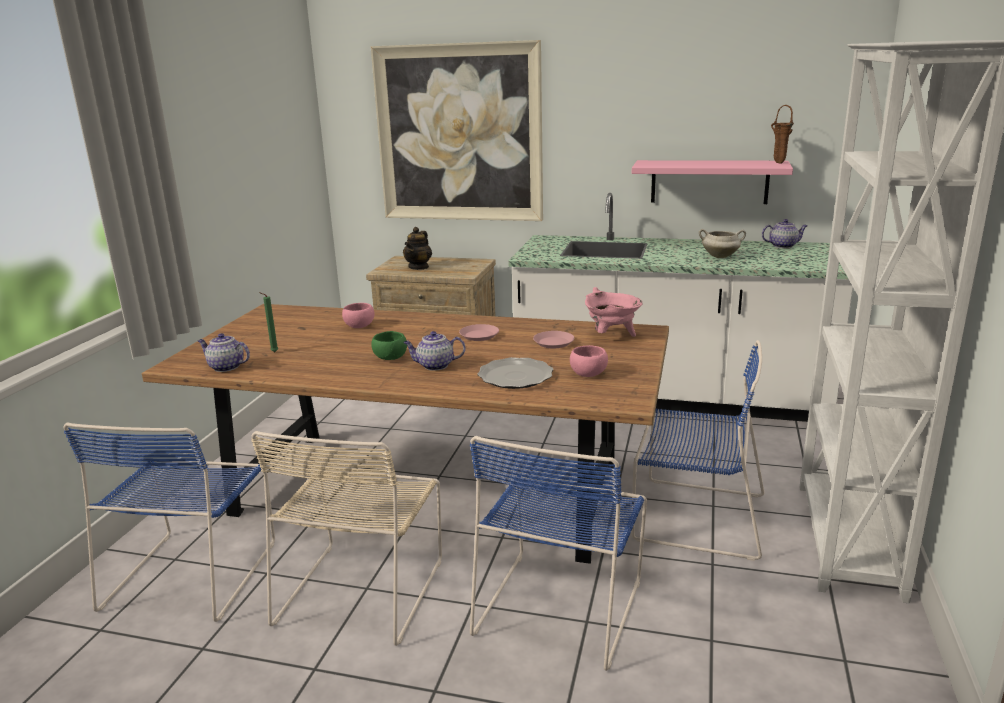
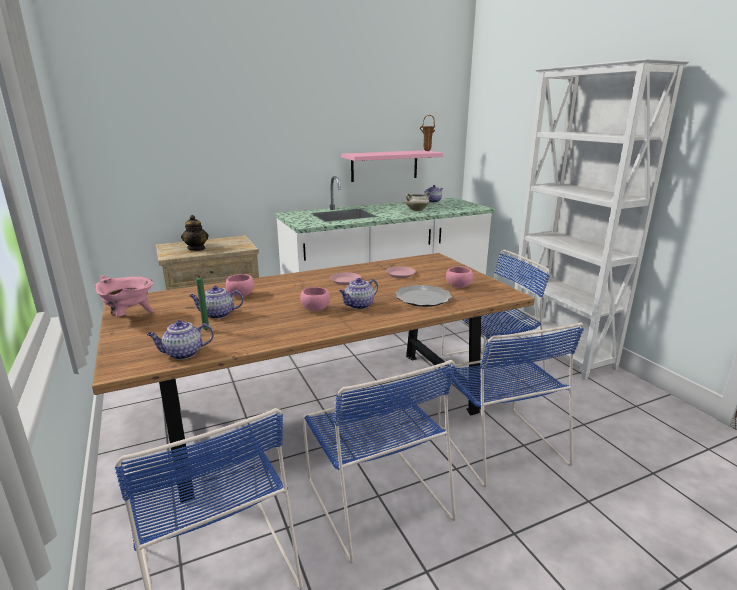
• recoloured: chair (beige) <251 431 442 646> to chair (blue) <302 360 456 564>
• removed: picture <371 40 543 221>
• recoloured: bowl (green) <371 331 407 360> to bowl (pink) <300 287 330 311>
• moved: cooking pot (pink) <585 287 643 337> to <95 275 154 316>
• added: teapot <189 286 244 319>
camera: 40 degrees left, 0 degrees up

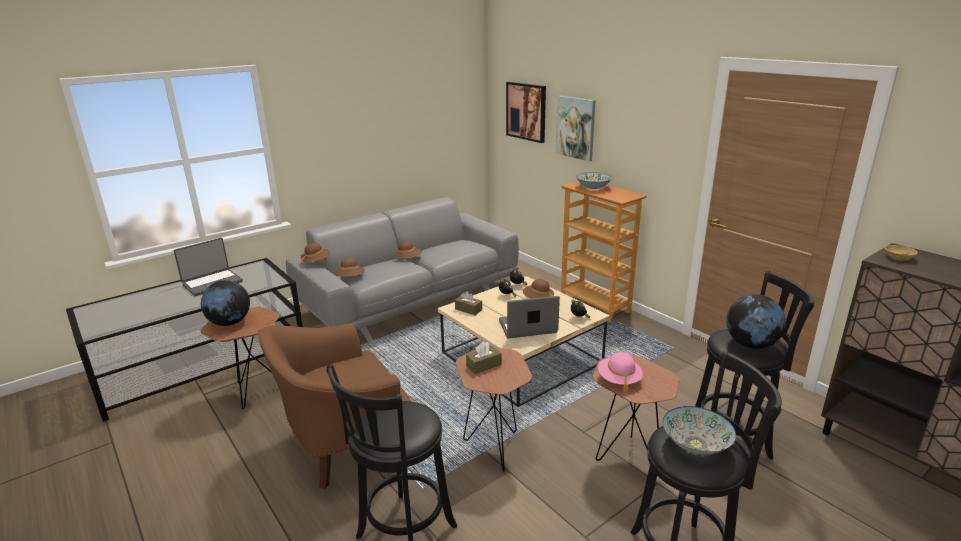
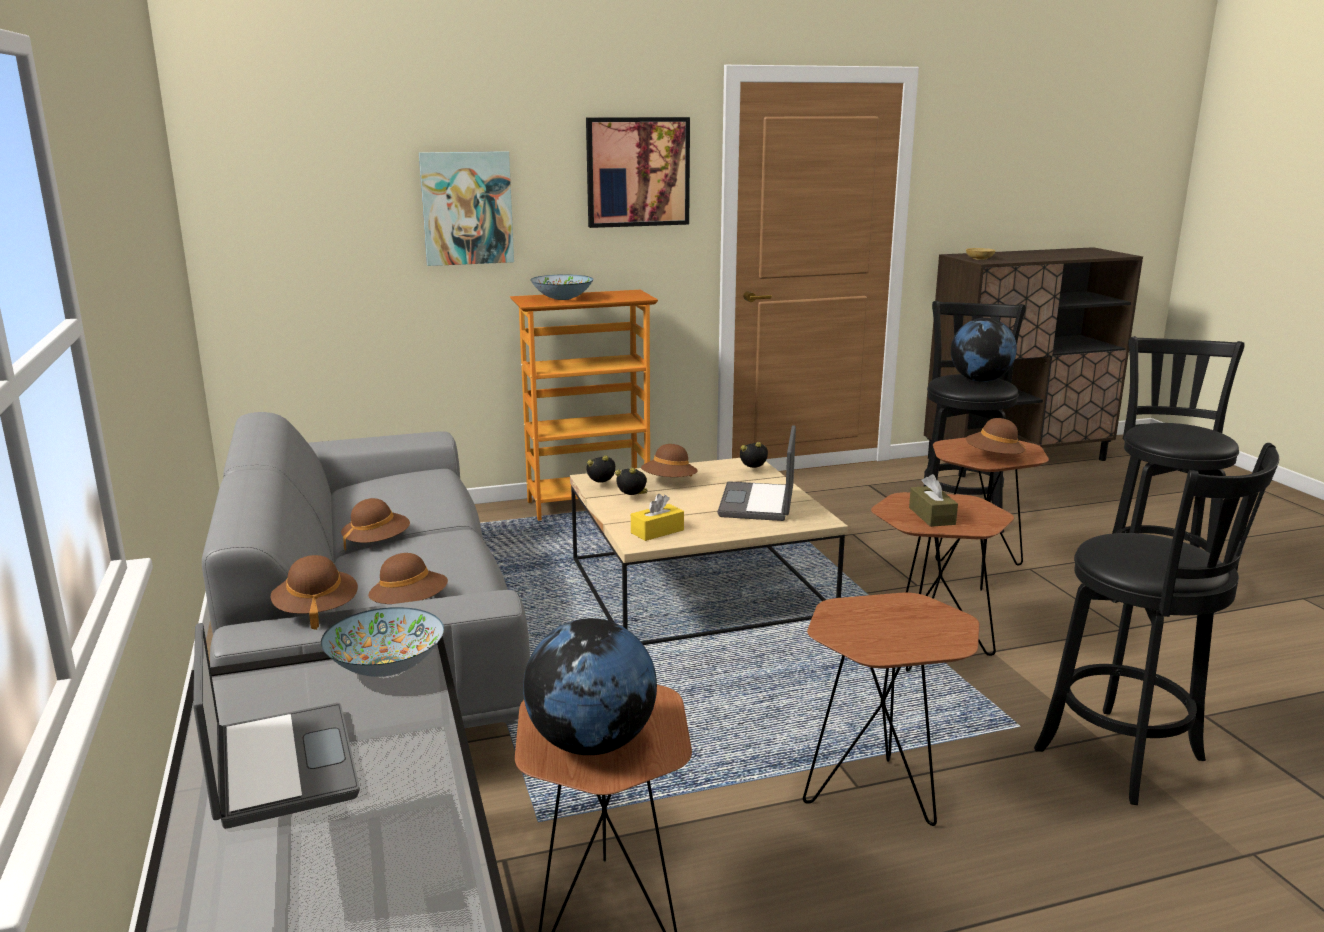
• replaced: armchair (brown) <258 323 411 489> to side table (brown) <803 593 980 826>
• recoloured: tissue box (brown) <455 291 482 315> to tissue box (yellow) <631 494 684 541>
• moved: picture <506 82 546 143> to <586 117 690 228>
• recoloured: hat (pink) <598 352 643 393> to hat (brown) <966 418 1026 461>
• moved: bowl <663 406 736 455> to <321 607 444 677>
camera: 70 degrees left, 5 degrees down

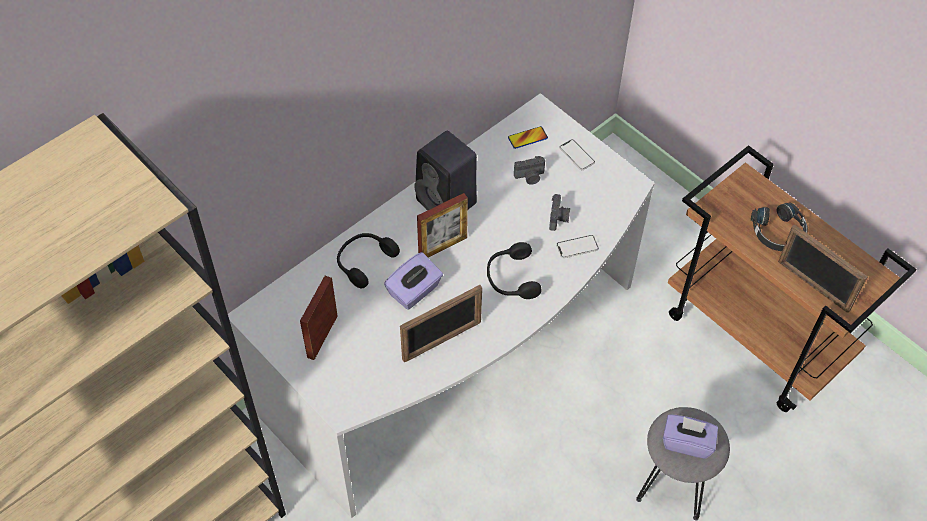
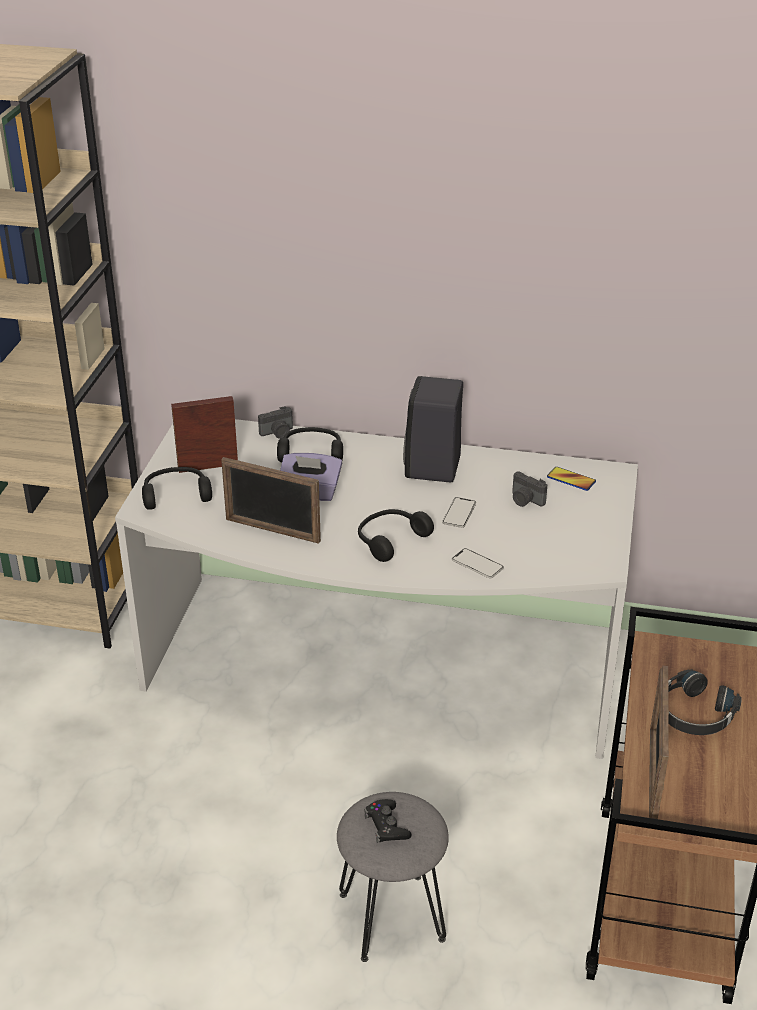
• removed: picture frame <417 193 468 257>
• moved: photo camera <549 194 570 231> to <258 406 293 439>
• moved: phone <559 139 595 170> to <442 497 476 528>
• replaced: tissue box (purple) <663 414 718 459> to game controller (black) <364 799 411 843>
• added: headphones (black) <142 467 212 510>
camera: 55 degrees right, 20 degrees down

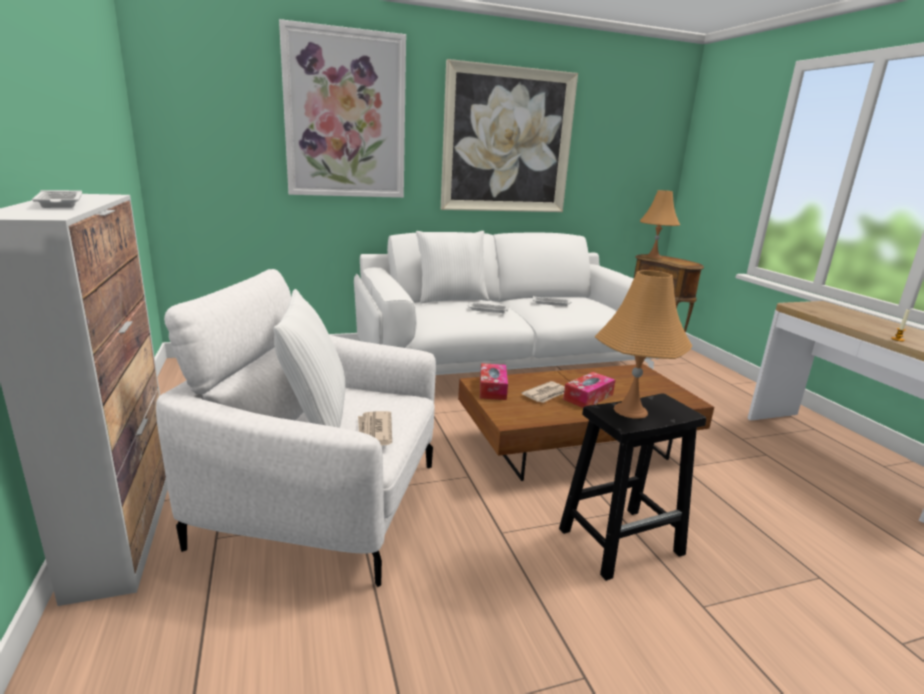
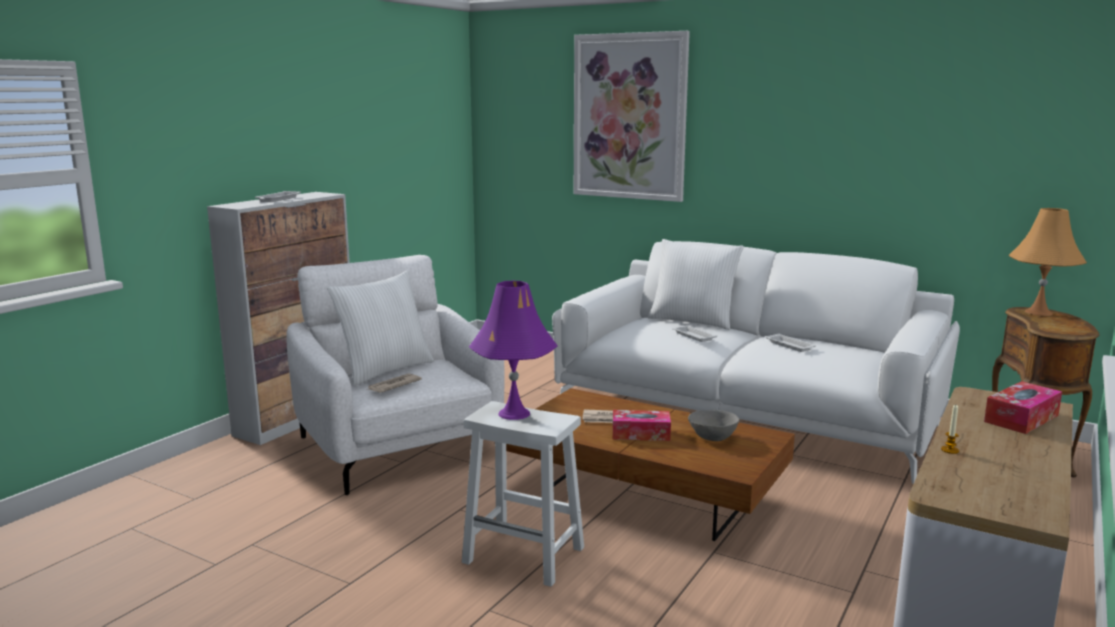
• removed: picture <441 59 578 212>
• moved: tissue box <480 363 508 400> to <984 381 1062 434>
• recoloured: stool (black) <559 393 706 581> to stool (white) <462 401 584 587>
• recoloured: table lamp (orange) <594 270 692 419> to table lamp (purple) <469 281 558 420>
• added: bowl (grey) <688 410 740 441>
camera: 50 degrees right, 5 degrees down

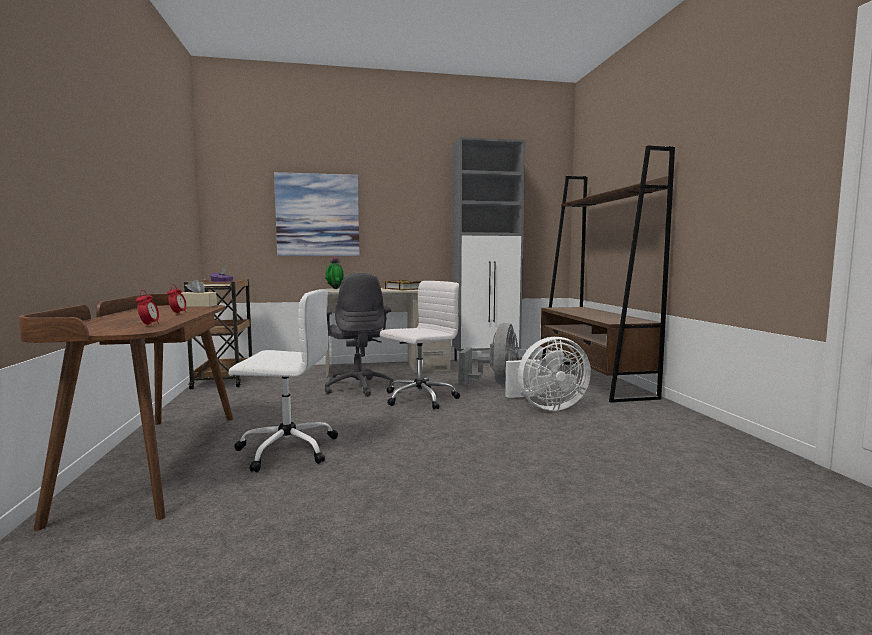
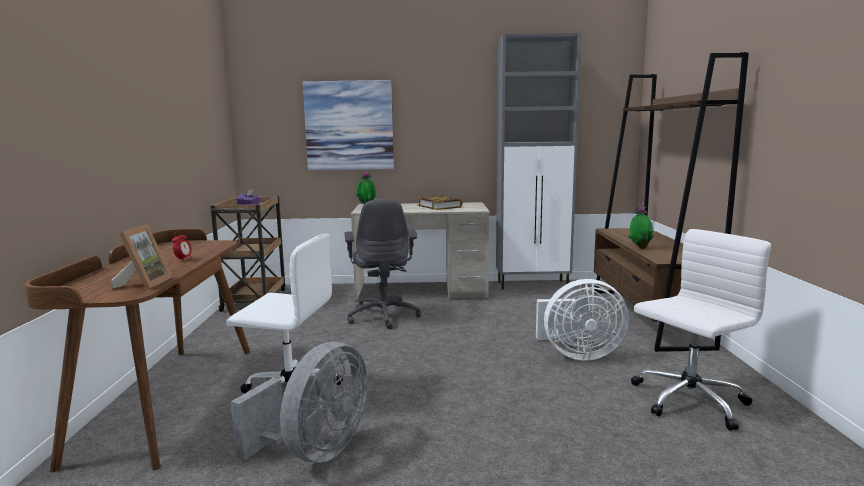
• replaced: alarm clock <136 290 159 326> to picture frame <111 224 172 290>
• removed: tissue box (beige) <181 280 217 307>
• moved: office chair (white) <380 281 460 410> to <631 229 771 431>
• moved: fan (grey) <459 323 518 386> to <231 342 368 463>
• added: potted plant <628 205 654 249>
camera: 10 degrees right, 5 degrees up

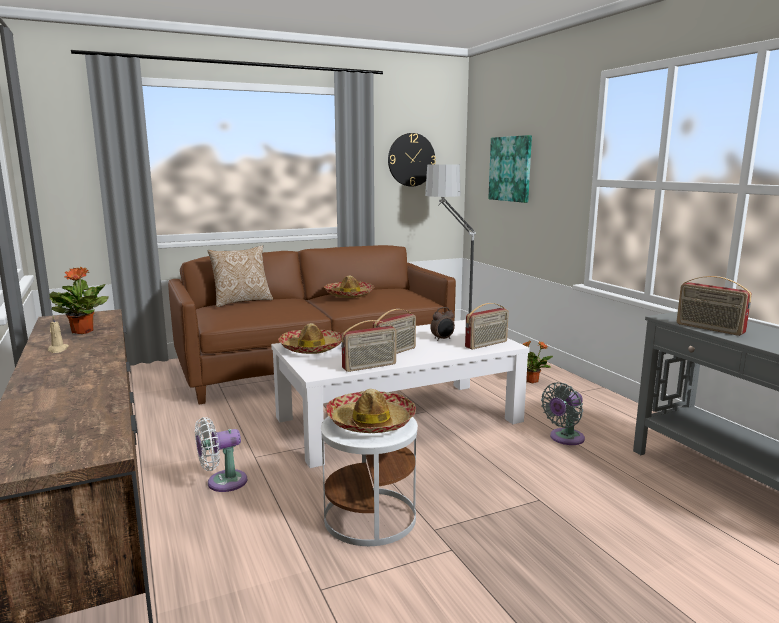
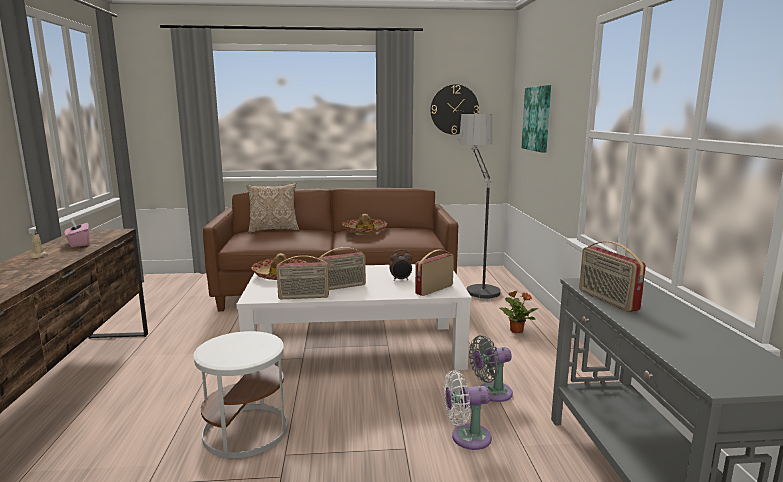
• replaced: potted plant <49 267 109 334> to tissue box (pink) <65 218 90 247>
• moved: fan (white) <195 417 247 492> to <444 370 492 450>
• removed: hat <325 389 416 433>
• turned: radio <465 303 509 349> = <415 250 454 296> 150 degrees clockwise
camera: 20 degrees right, 0 degrees up

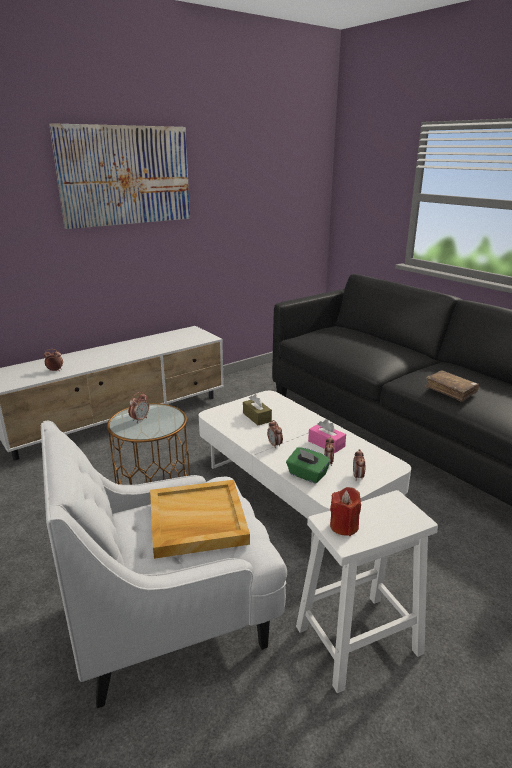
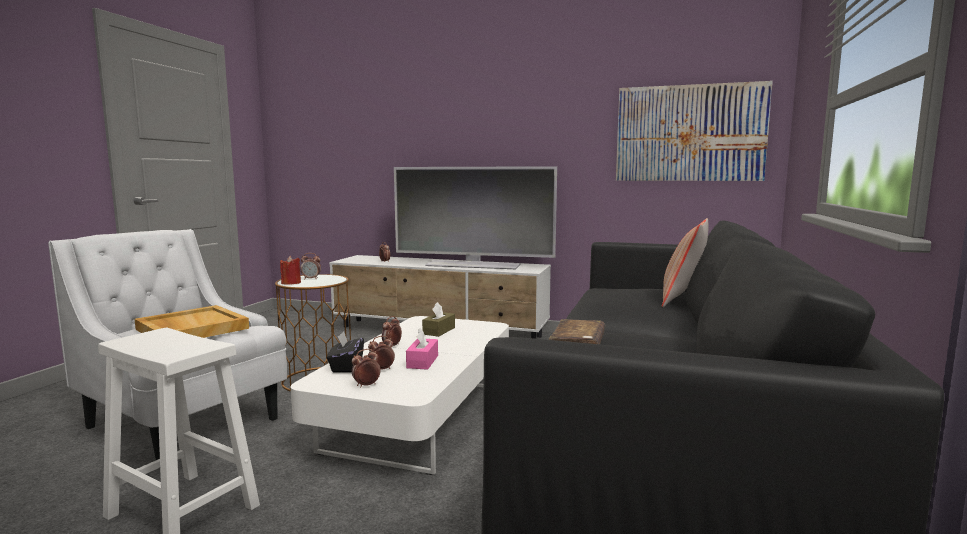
• moved: picture <49 123 190 229> to <616 81 773 181>
• recoloured: tissue box (green) <286 447 331 484> to tissue box (black) <327 331 364 372>
• moved: candle (red) <330 487 361 536> to <280 256 301 284>
• added: television <394 166 557 269>
• added: pillow <662 218 709 307>
camera: 55 degrees right, 15 degrees down

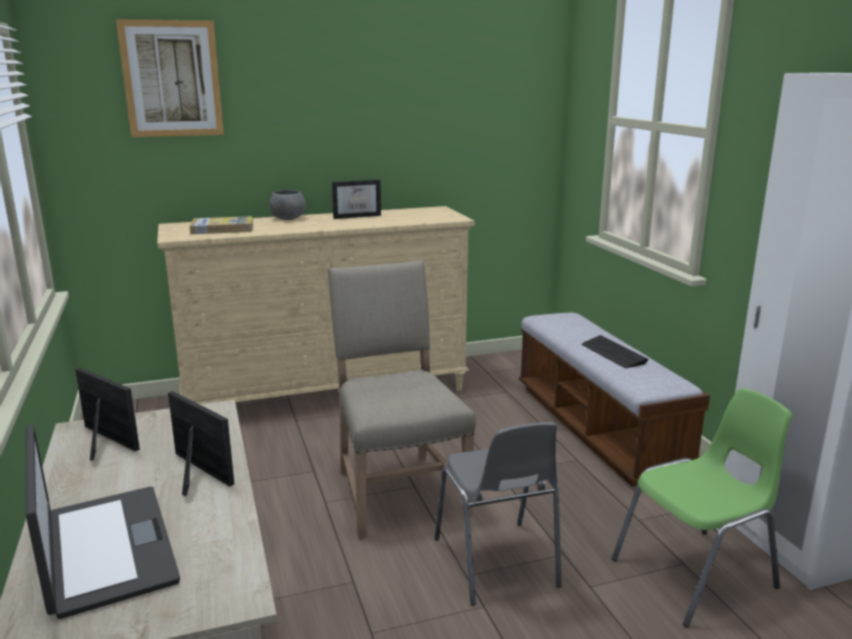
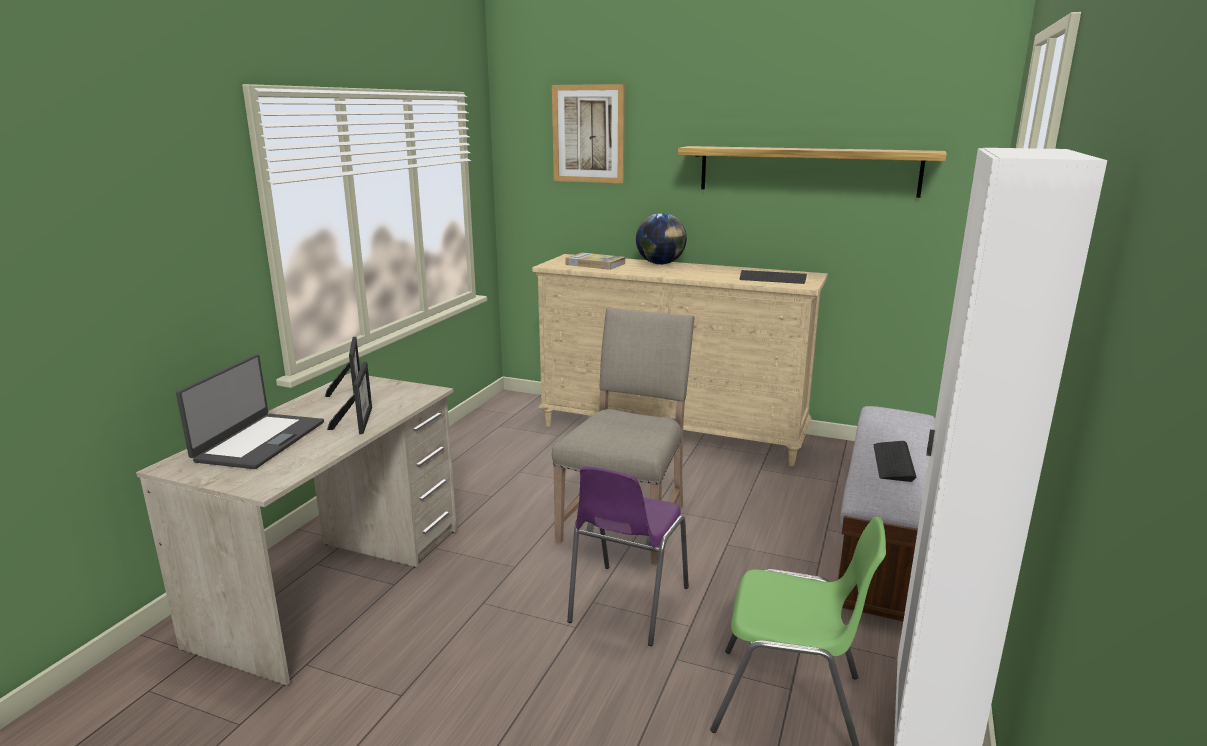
• replaced: bowl (grey) <269 190 306 220> to globe <636 213 687 265>
• removed: picture frame <332 179 381 219>
• recoloured: chair (grey) <434 422 562 606> to chair (purple) <567 466 689 646>
• added: shelf <678 146 947 198>
• added: keyboard <740 270 807 284>
camera: 40 degrees right, 0 degrees up

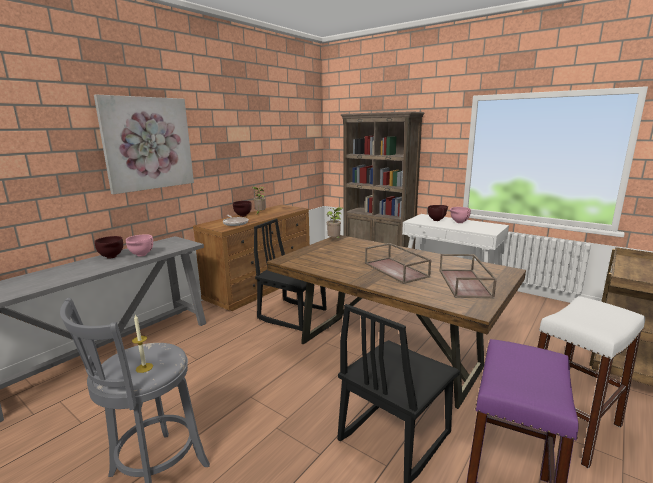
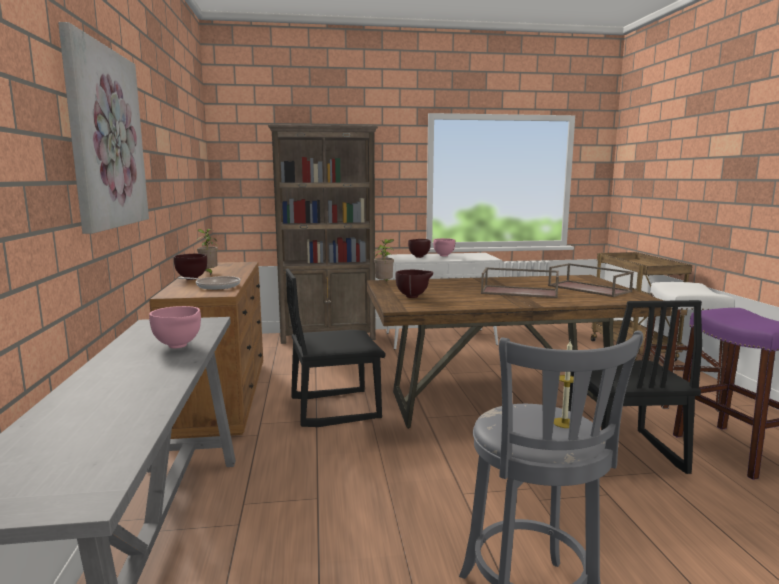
• moved: bowl (brown) <94 236 123 259> to <396 270 433 298>
camera: 45 degrees left, 5 degrees down

